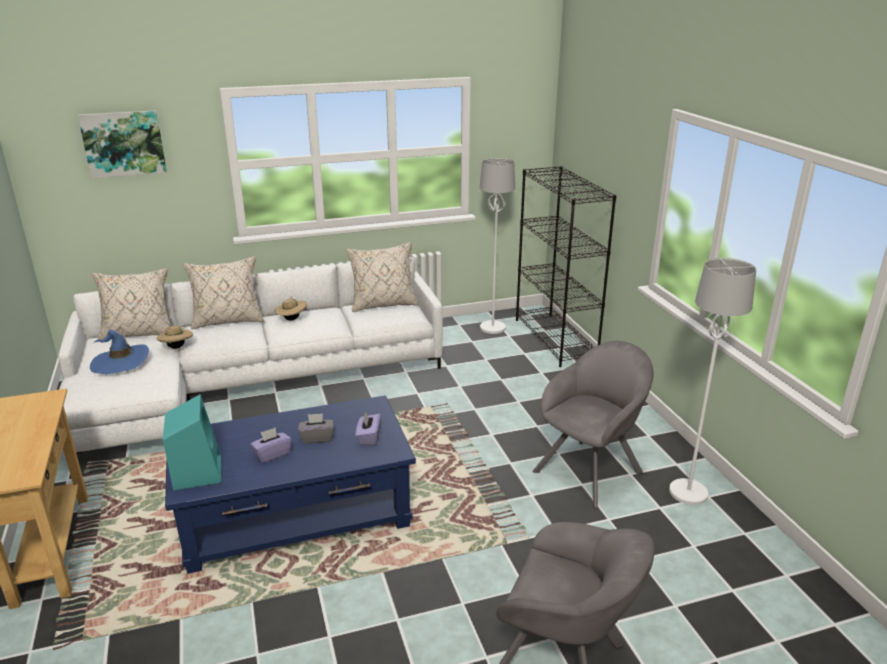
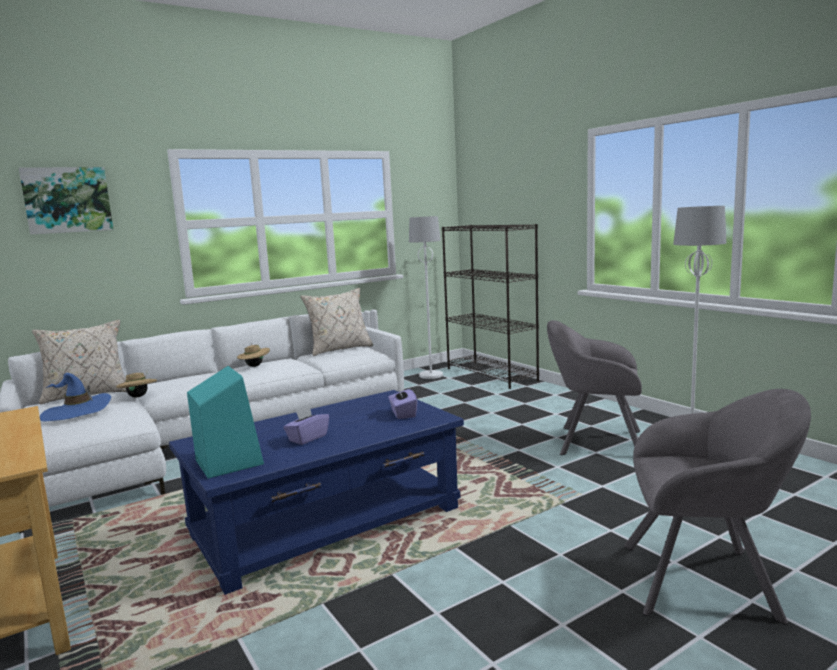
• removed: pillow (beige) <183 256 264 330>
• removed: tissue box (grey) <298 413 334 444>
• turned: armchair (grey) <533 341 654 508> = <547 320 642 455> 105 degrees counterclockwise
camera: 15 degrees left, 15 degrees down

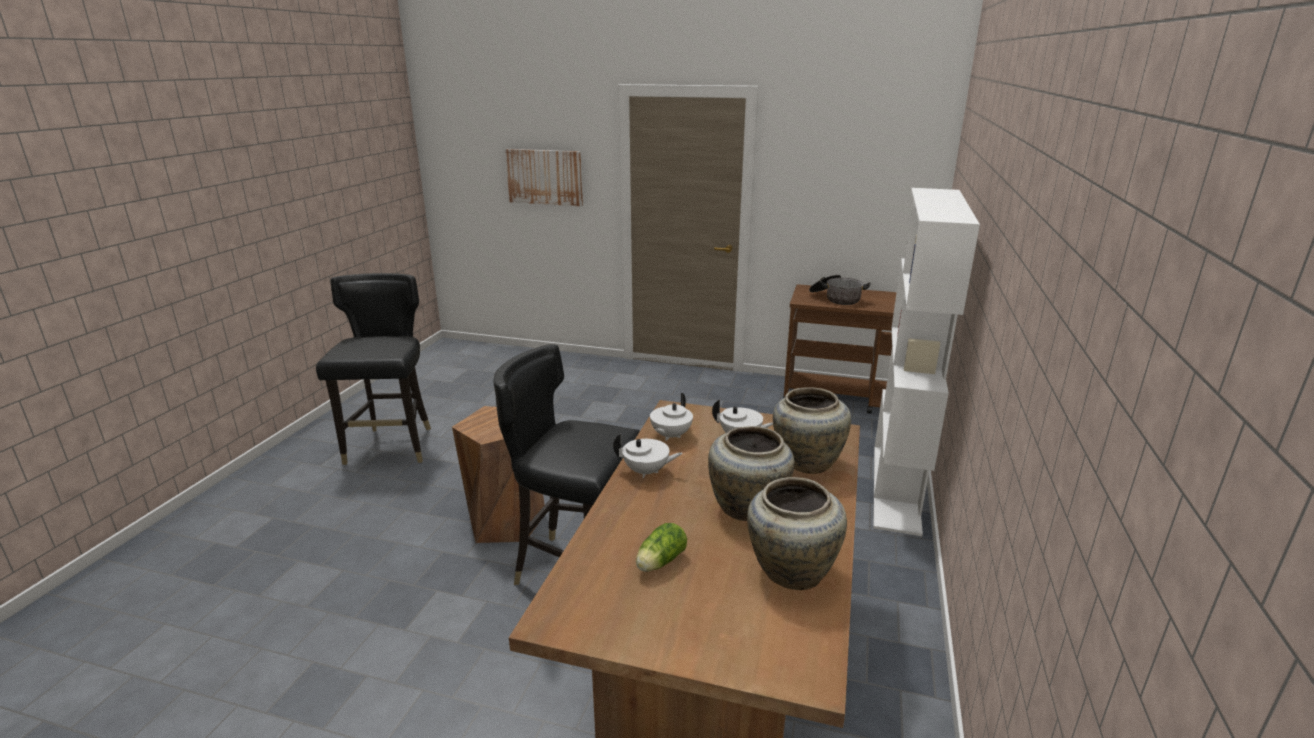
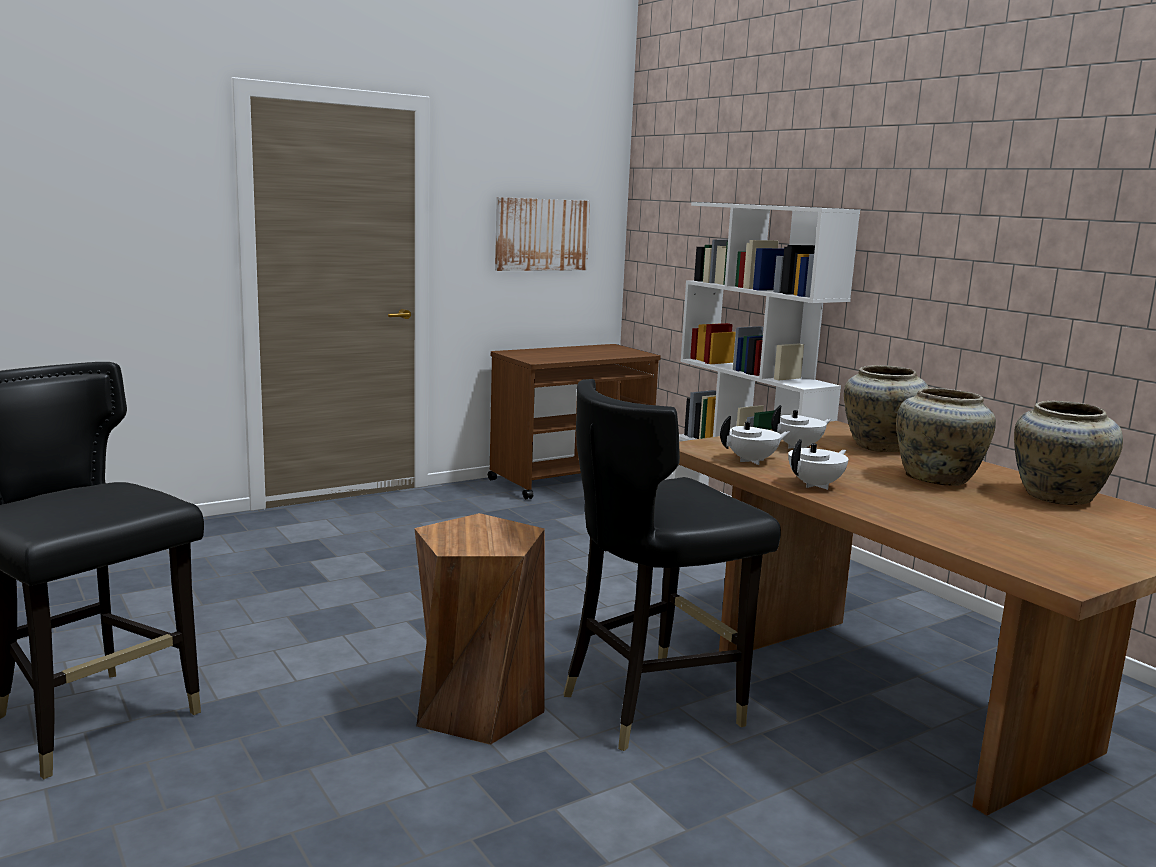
• moved: picture <505 149 583 206> to <495 197 590 271>
• removed: lettuce <636 523 687 572>
• turned: teapot (white) <650 393 693 441> = <720 416 790 465> 90 degrees counterclockwise
• removed: cooking pot <809 275 871 305>
camera: 50 degrees left, 10 degrees down

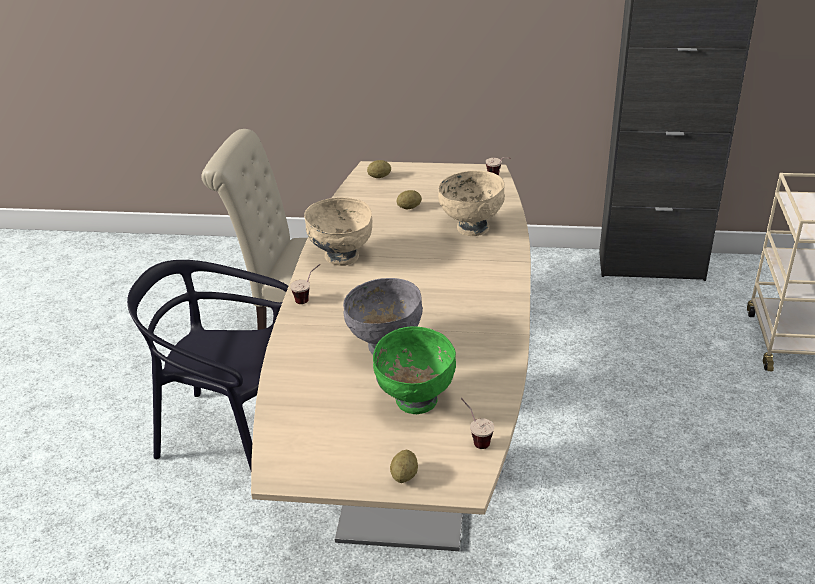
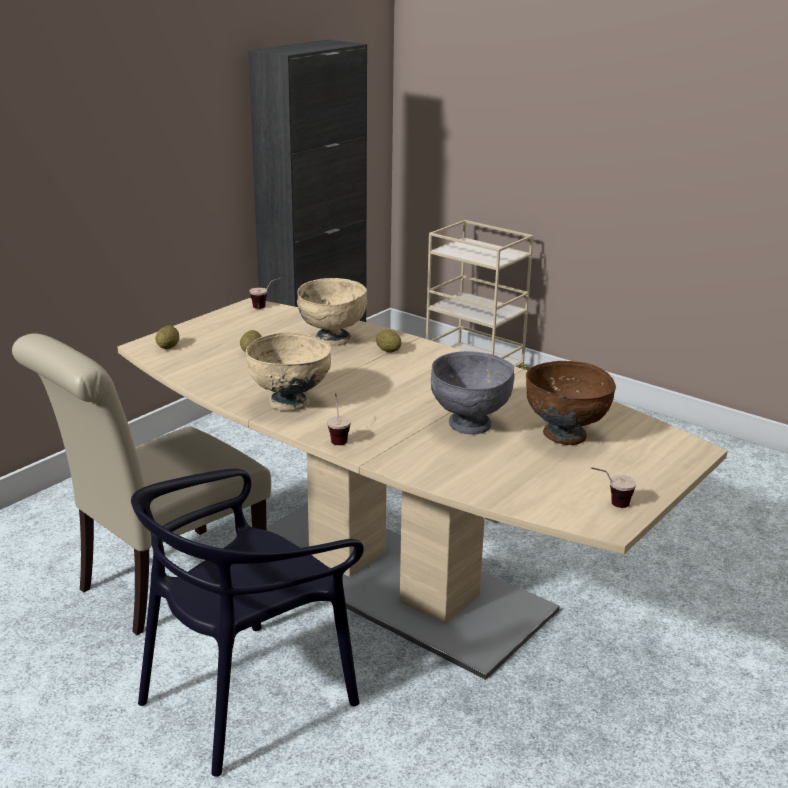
• recoloured: bowl (green) <373 326 456 414> to bowl (brown) <526 361 616 445>
• moved: potato <390 450 418 483> to <376 329 402 353>
• moved: cup <461 398 494 449> to <591 467 637 508>
camera: 60 degrees left, 10 degrees down

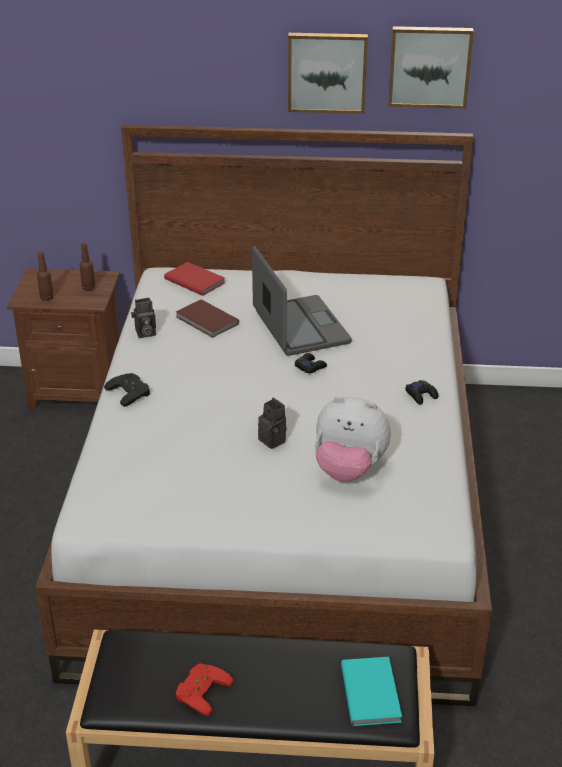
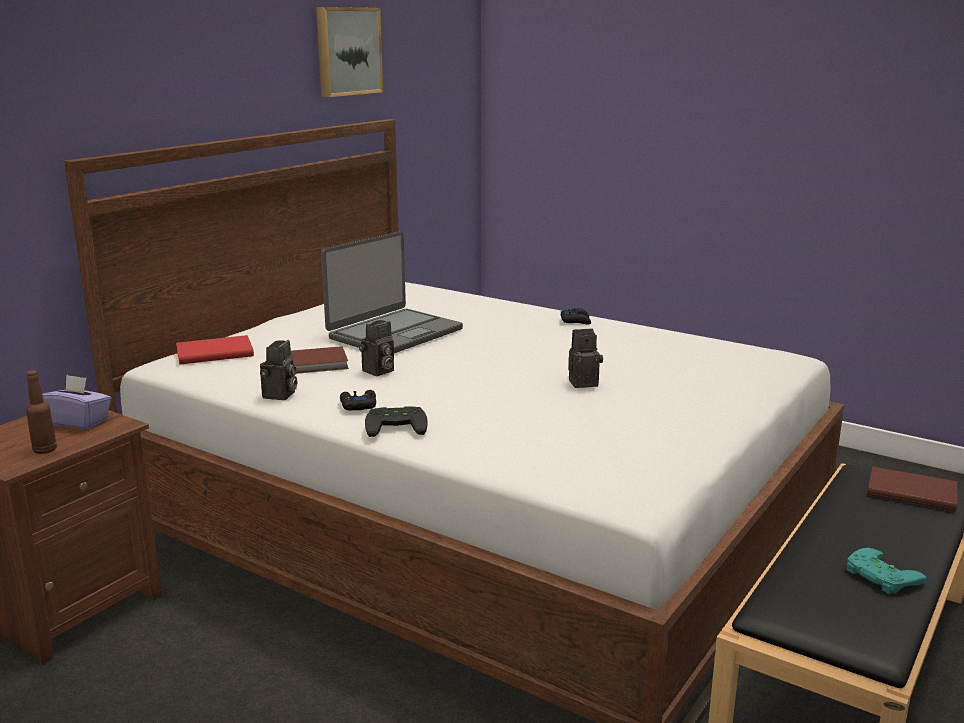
• replaced: bottle (brown) <80 242 95 291> to tissue box (purple) <42 374 111 430>
• recoloured: game controller (red) <176 663 234 716> to game controller (turquoise) <847 548 927 594>
• turned: laptop <252 246 352 356> = <321 231 463 353> 120 degrees clockwise
• removed: picture <288 33 368 114>
• moved: game controller (black) <295 353 327 374> to <340 390 376 411>
• removed: plush toy <315 396 391 482>
• recoloured: book (turquoise) <341 657 402 726> to book (brown) <868 467 958 511>
• added: photo camera <359 320 394 376>
camera: 60 degrees left, 15 degrees down

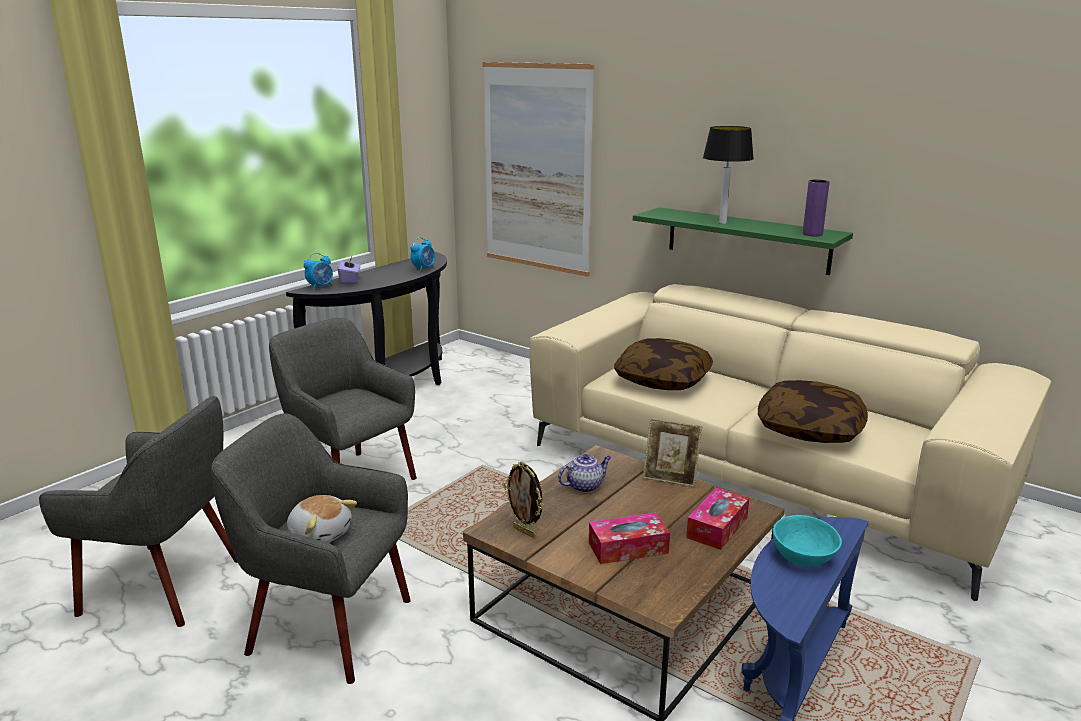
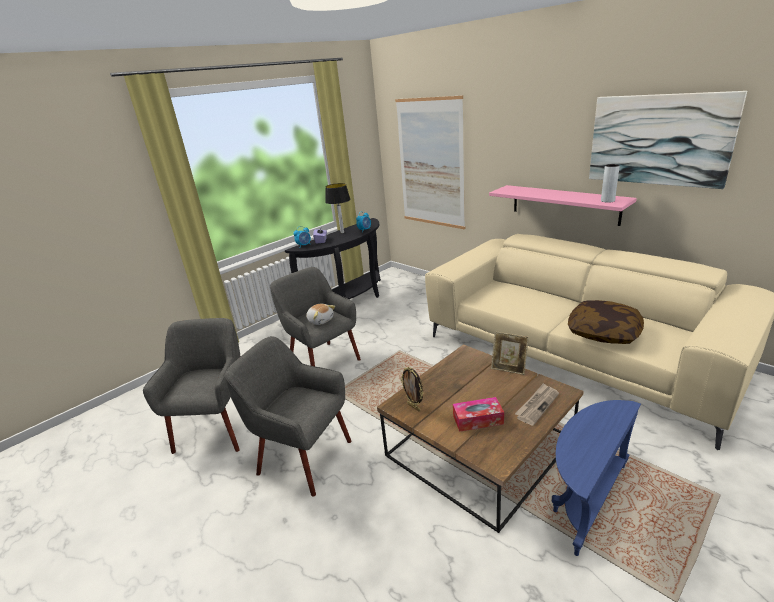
• turned: armchair (grey) <39 396 238 627> = <143 318 241 454> 105 degrees counterclockwise
• moved: plush toy <287 495 357 543> to <306 304 335 325>
• removed: teapot <558 454 611 493>
• removed: pillow <614 338 713 390>
• recoloured: shelf (green) <633 207 853 275> to shelf (pink) <489 185 637 226>
• replaced: tissue box <686 488 749 550> to newspaper <515 383 559 426>
• moved: table lamp <703 126 754 224> to <325 183 351 233>
• removed: bowl (turquoise) <773 515 842 566>
• recoloured: vase (purple) <803 180 830 236> to vase (grey) <601 164 620 203>
• added: picture <589 91 747 189>
camera: 10 degrees right, 5 degrees up

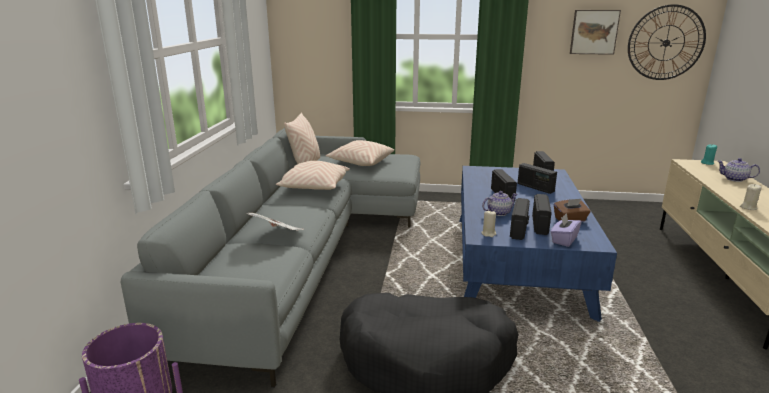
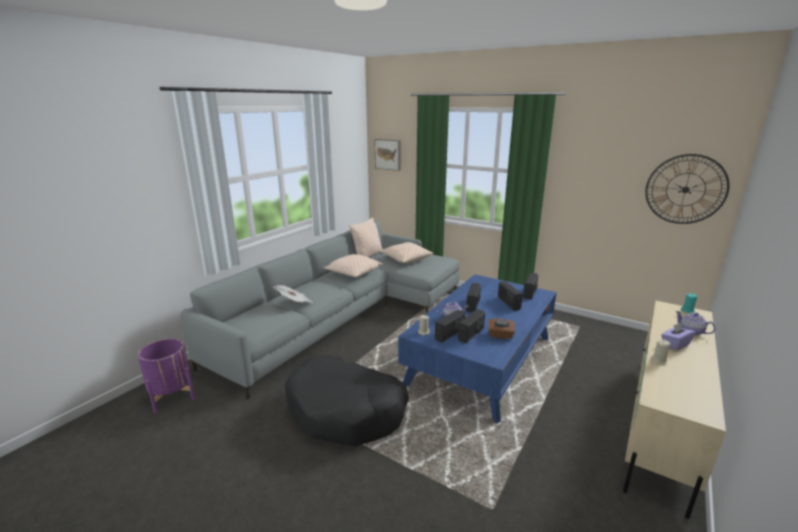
• moved: tissue box (purple) <551 213 581 247> to <661 322 696 351>
• moved: picture <570 10 621 55> to <374 139 401 171>
camera: 25 degrees right, 0 degrees up

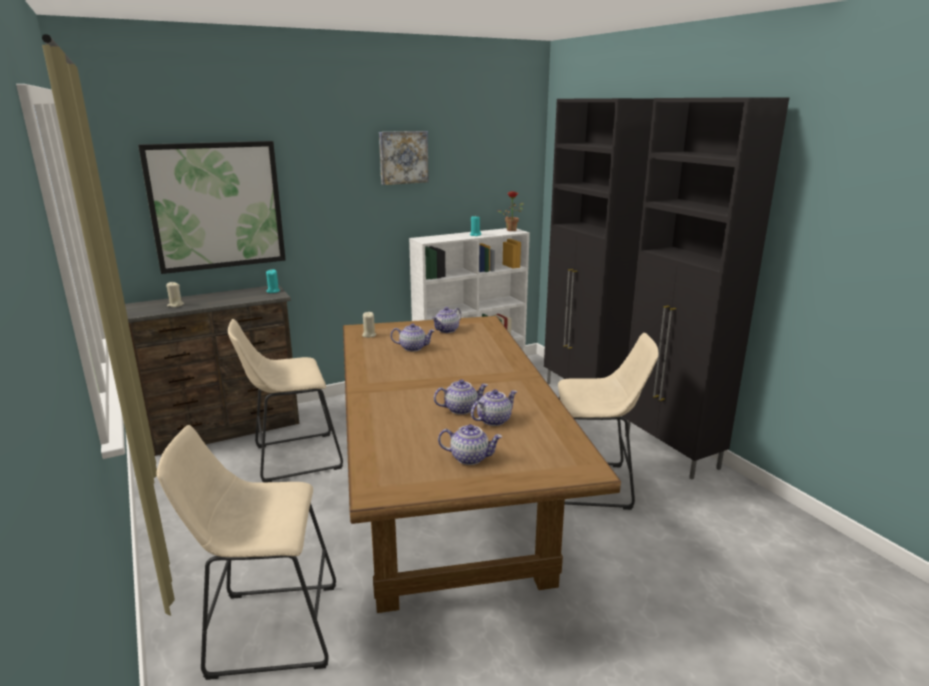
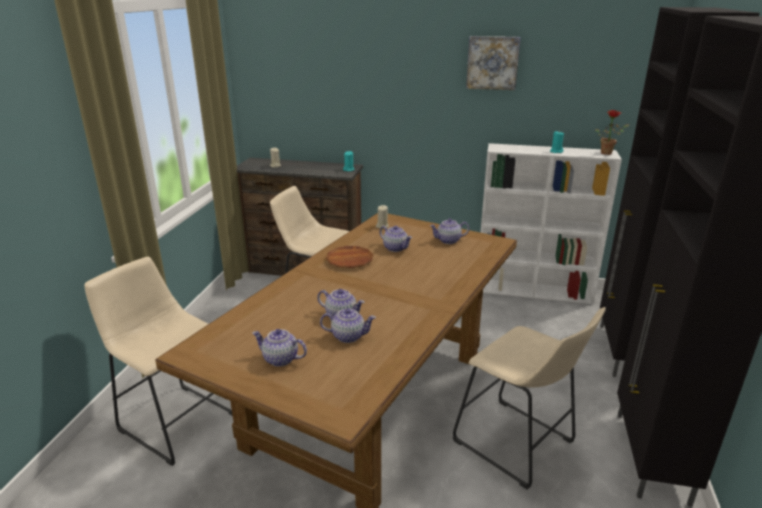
• removed: picture <138 141 286 274>
• turned: teapot <438 424 503 465> = <252 329 307 367> 150 degrees clockwise
• added: plate (brown) <326 246 373 268>
camera: 40 degrees right, 5 degrees up

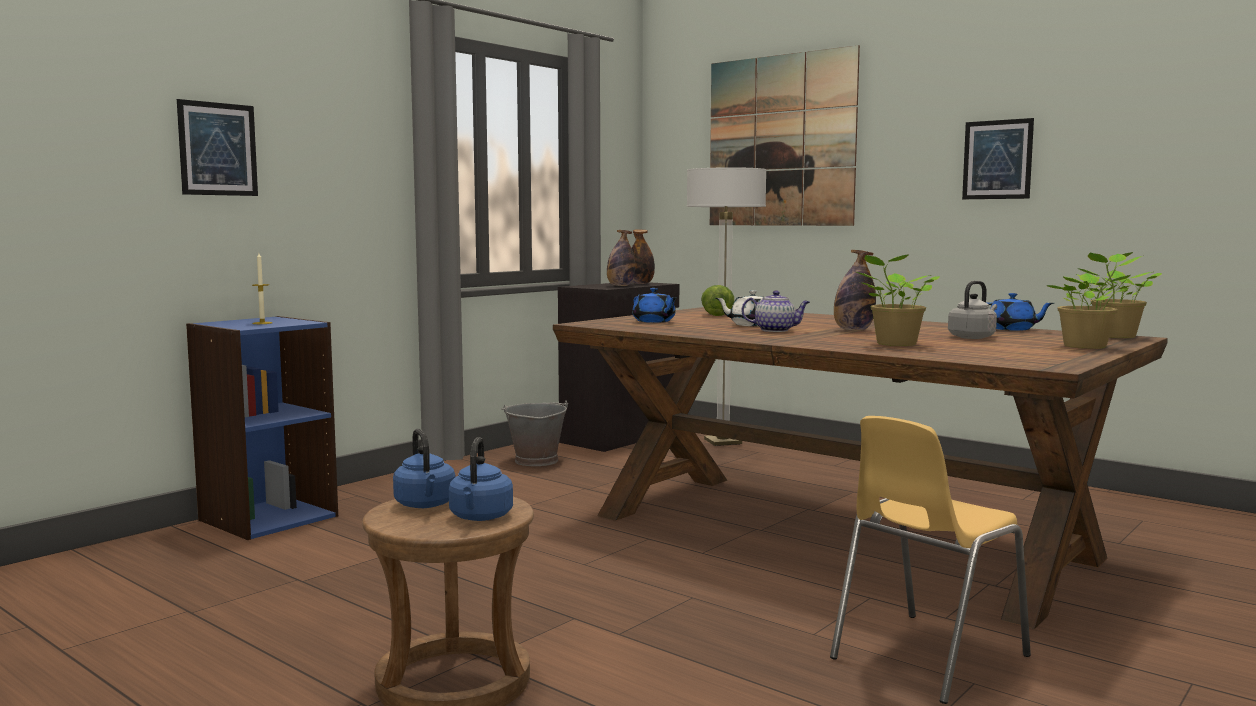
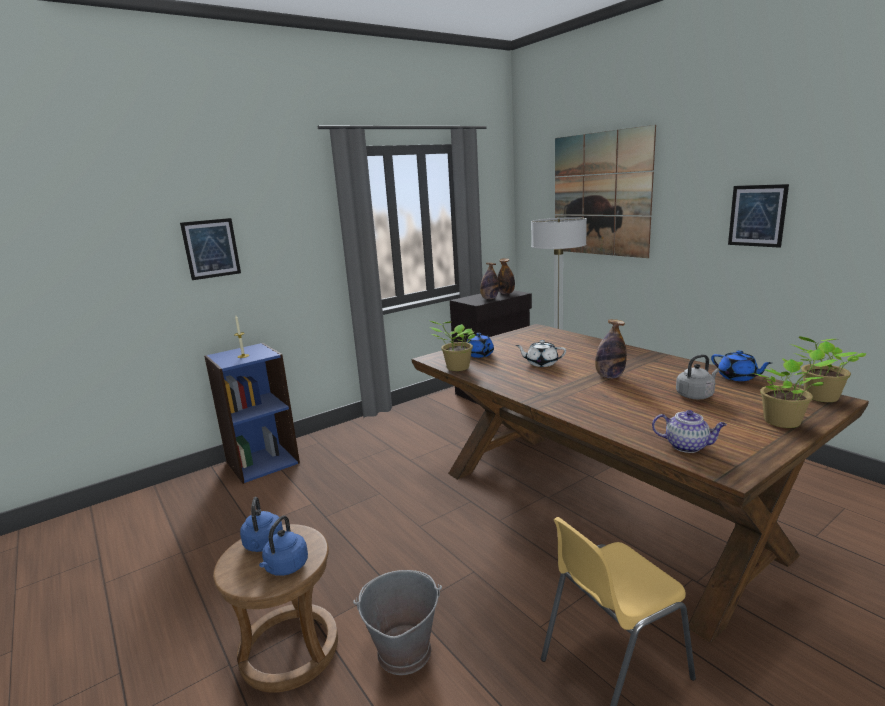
• moved: bucket (grey) <501 400 568 466> to <353 570 442 675>
• removed: lettuce <701 285 735 316>
• moved: teapot <742 290 810 332> to <652 410 727 453>
• moved: potted plant <856 255 940 346> to <430 321 476 371>
camera: 15 degrees right, 10 degrees up

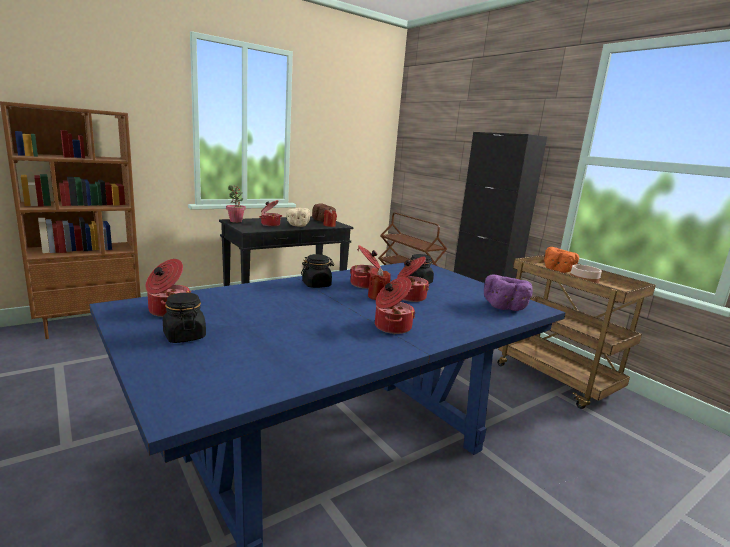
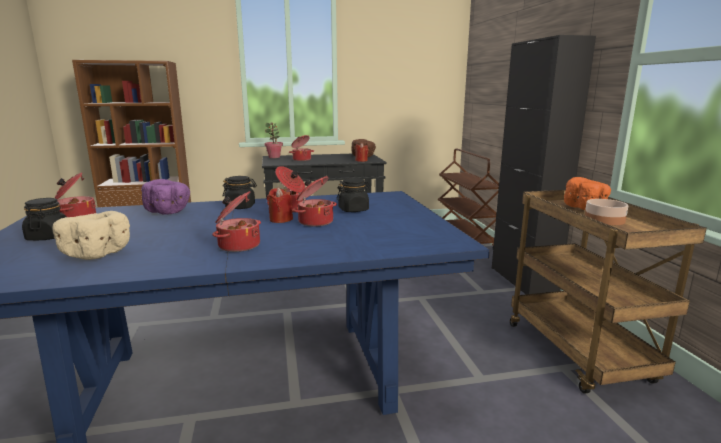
• moved: bowl (beige) <286 208 310 227> to <53 211 130 260>
• moved: bowl (purple) <484 274 533 311> to <141 179 190 215>
camera: 25 degrees right, 0 degrees up

